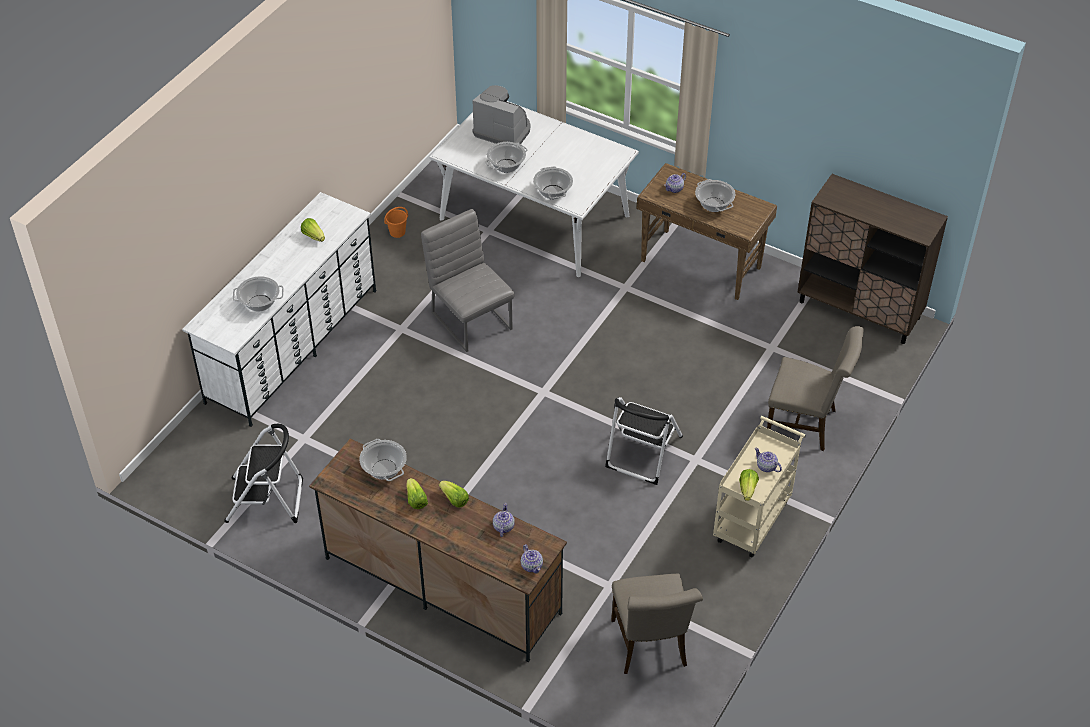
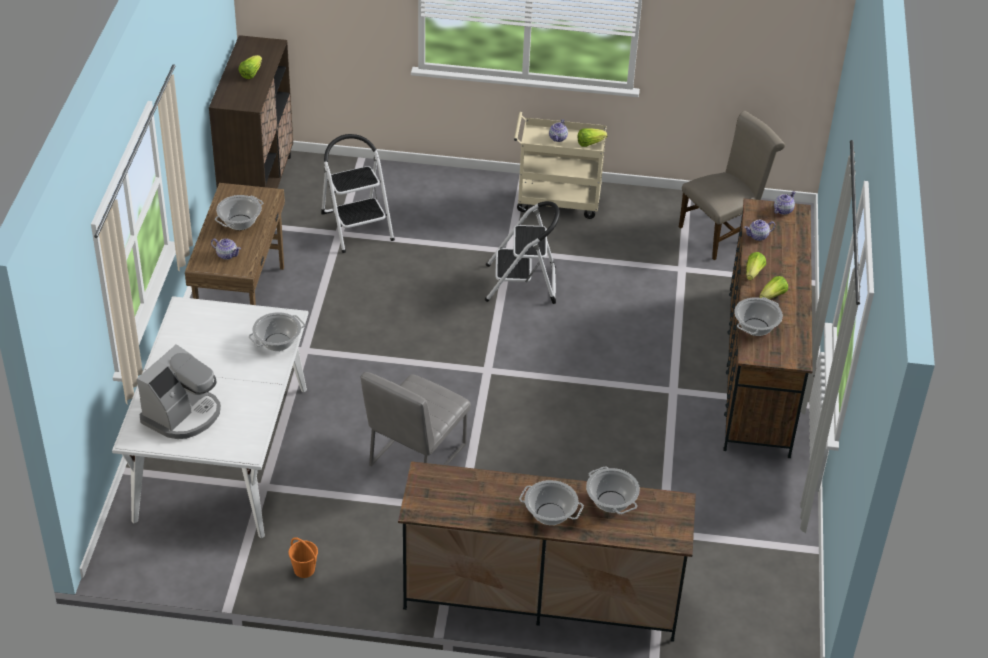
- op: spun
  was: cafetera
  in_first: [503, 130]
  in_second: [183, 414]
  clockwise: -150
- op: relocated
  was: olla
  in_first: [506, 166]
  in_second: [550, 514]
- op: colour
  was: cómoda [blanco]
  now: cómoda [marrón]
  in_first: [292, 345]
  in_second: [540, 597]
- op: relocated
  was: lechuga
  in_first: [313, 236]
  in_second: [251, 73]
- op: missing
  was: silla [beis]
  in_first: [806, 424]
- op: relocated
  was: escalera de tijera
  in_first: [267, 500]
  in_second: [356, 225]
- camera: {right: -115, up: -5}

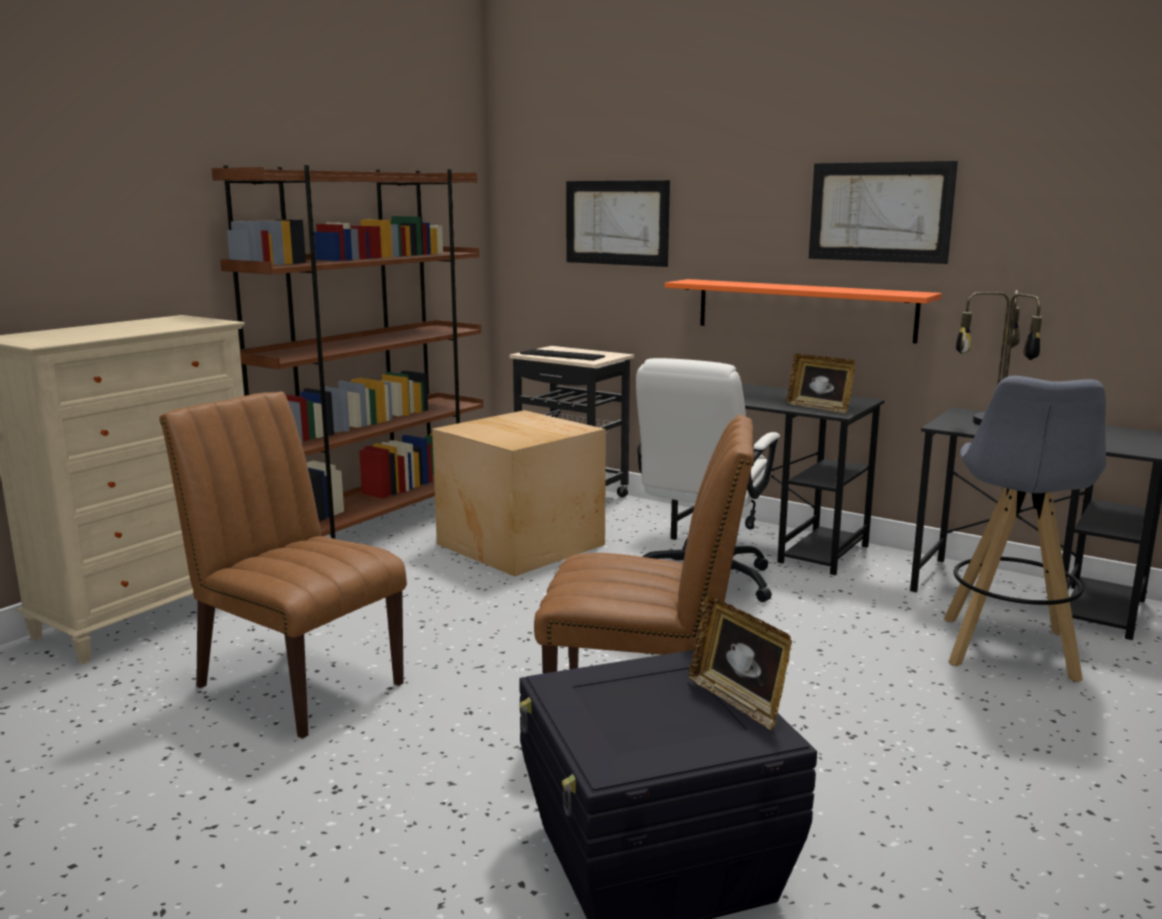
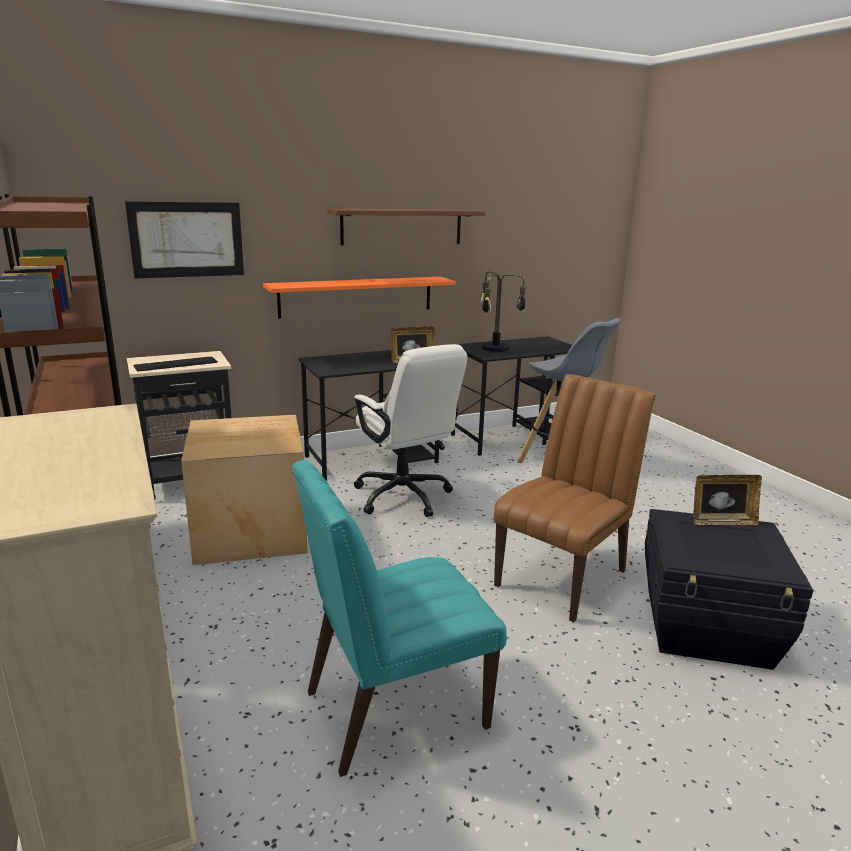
- op: exchanged
  was: cuadro
  now: estante
  in_first: [879, 212]
  in_second: [402, 227]
- op: colour
  was: silla [marrón]
  now: silla [turquesa]
  in_first: [301, 686]
  in_second: [397, 708]
- camera: {right: -60, up: 5}

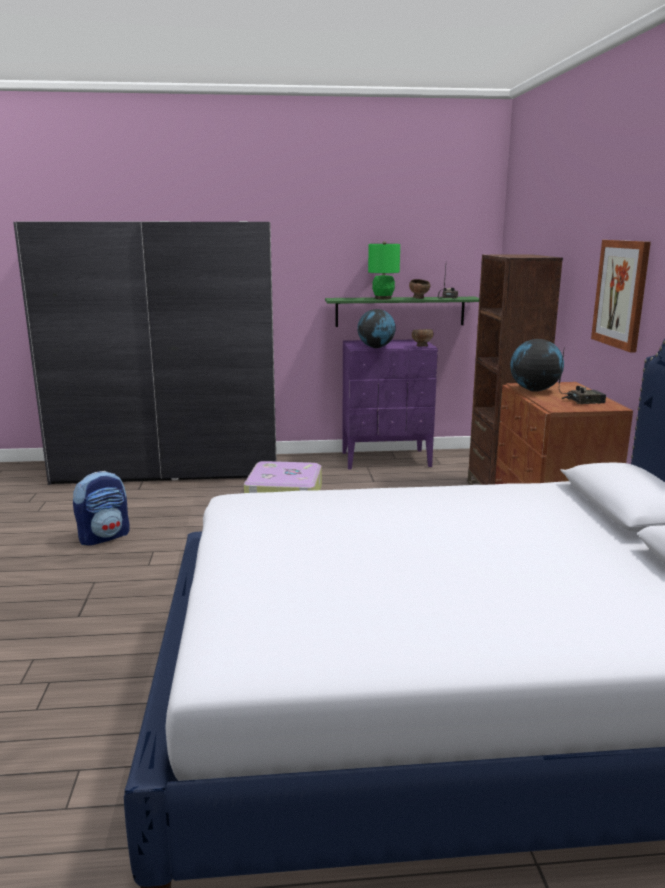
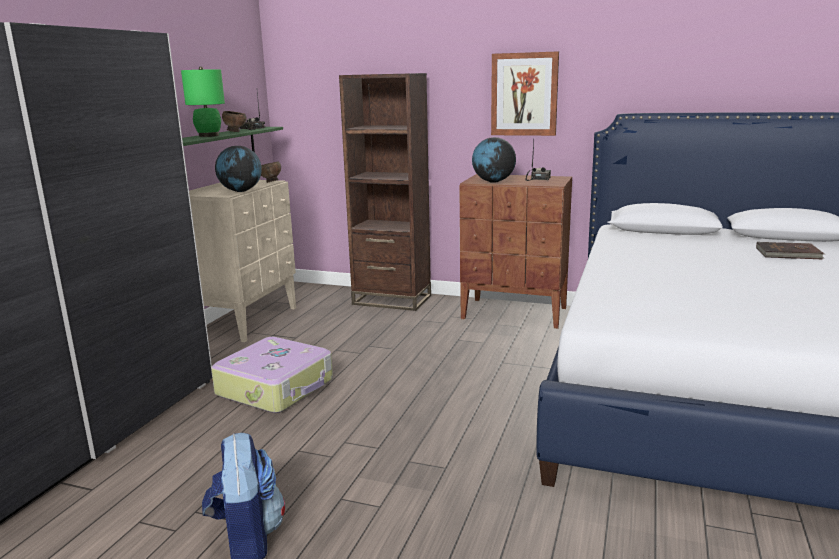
- op: colour
  was: cómoda [morado]
  now: cómoda [beis]
  in_first: [386, 460]
  in_second: [248, 321]
- op: appeared
  now: libro [marrón]
  in_second: [789, 254]
- camera: {right: -65, up: 0}

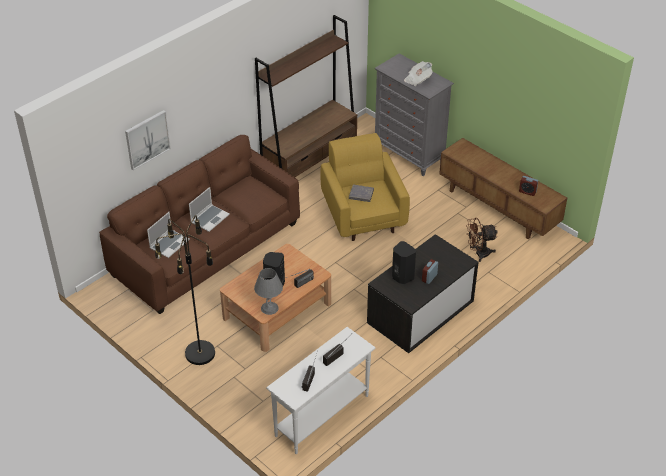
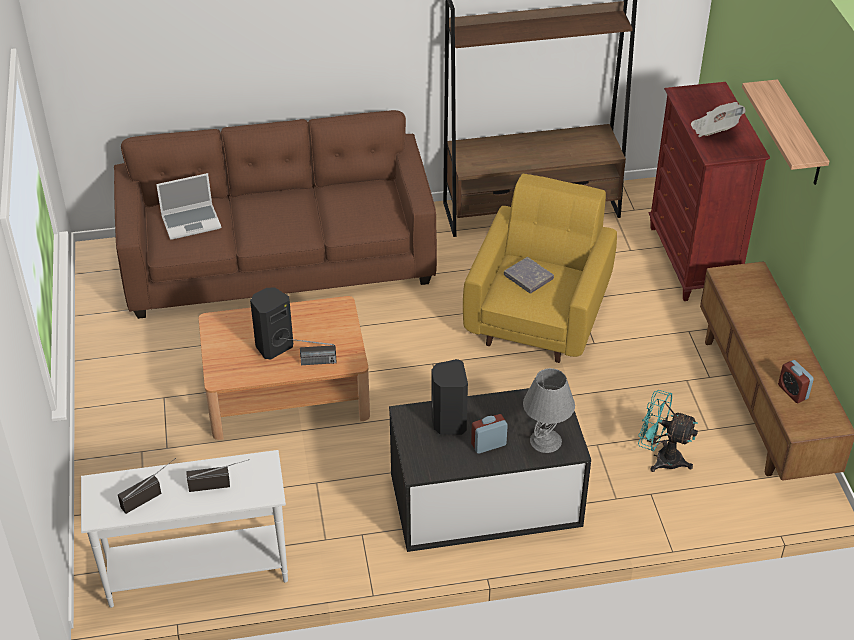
- op: colour
  was: cómoda [gris]
  now: cómoda [rojo]
  in_first: [409, 155]
  in_second: [692, 261]
- op: missing
  was: cuadro
  in_first: [147, 139]
- op: missing
  was: portátil
  in_first: [210, 218]
- op: missing
  was: lámpara de pie
  in_first: [199, 353]
- op: colour
  was: ventilador [marrón]
  now: ventilador [turquesa]
  in_first: [478, 253]
  in_second: [661, 458]
- op: relocated
  was: lámpara de mesa [gris]
  in_first: [269, 308]
  in_second: [545, 440]
- op: appeared
  now: estante
  in_second: [799, 135]
- camera: {right: 35, up: 0}

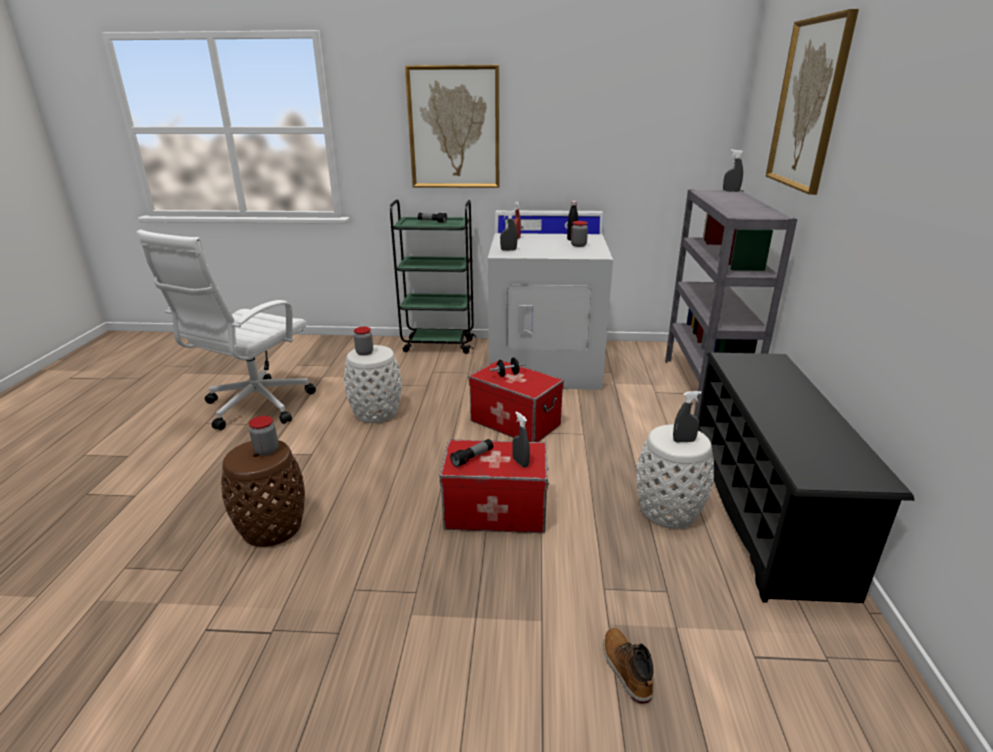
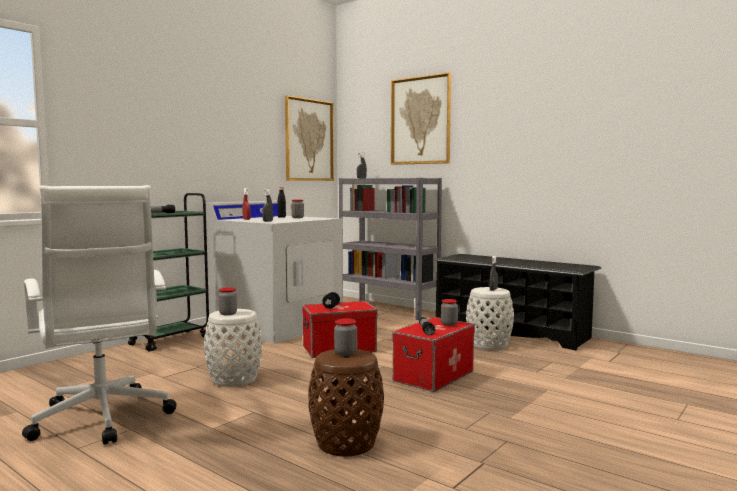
- op: relocated
  was: cuadro
  in_first: [454, 128]
  in_second: [309, 140]
- op: exchanged
  was: pulverizador [gris]
  now: tarro
  in_first: [520, 463]
  in_second: [449, 324]
- op: missing
  was: bota
  in_first: [625, 669]
- camera: {right: -55, up: -20}

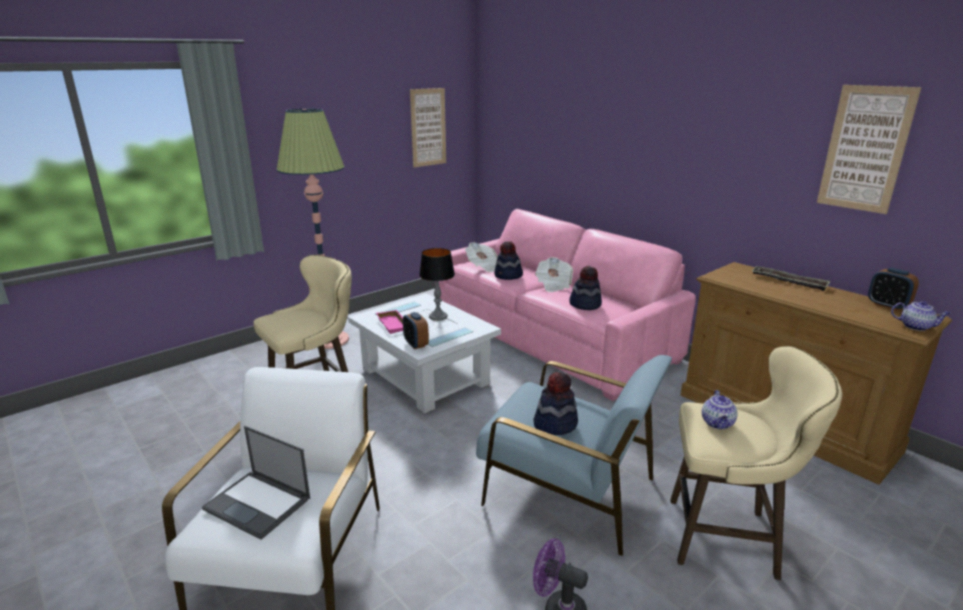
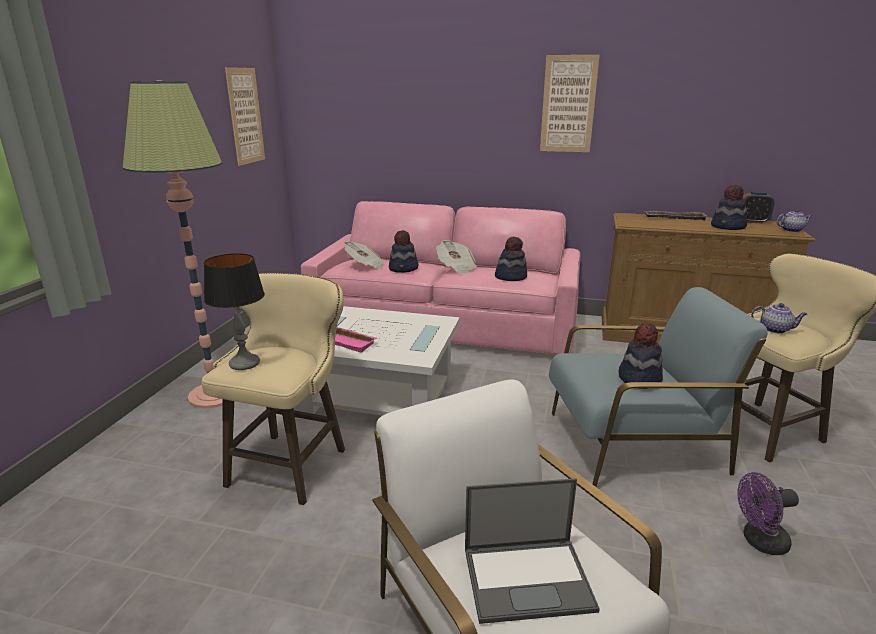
- op: relocated
  was: cuadro
  in_first: [865, 149]
  in_second: [568, 104]
- op: relocated
  was: lámpara de mesa
  in_first: [438, 316]
  in_second: [244, 363]
- op: missing
  was: despertador
  in_first: [416, 344]
- op: spun
  was: tetera
  in_first: [717, 424]
  in_second: [775, 329]
  clockwise: -45
- op: appeared
  now: sombrero
  in_second: [728, 227]
- camera: {right: -35, up: 0}

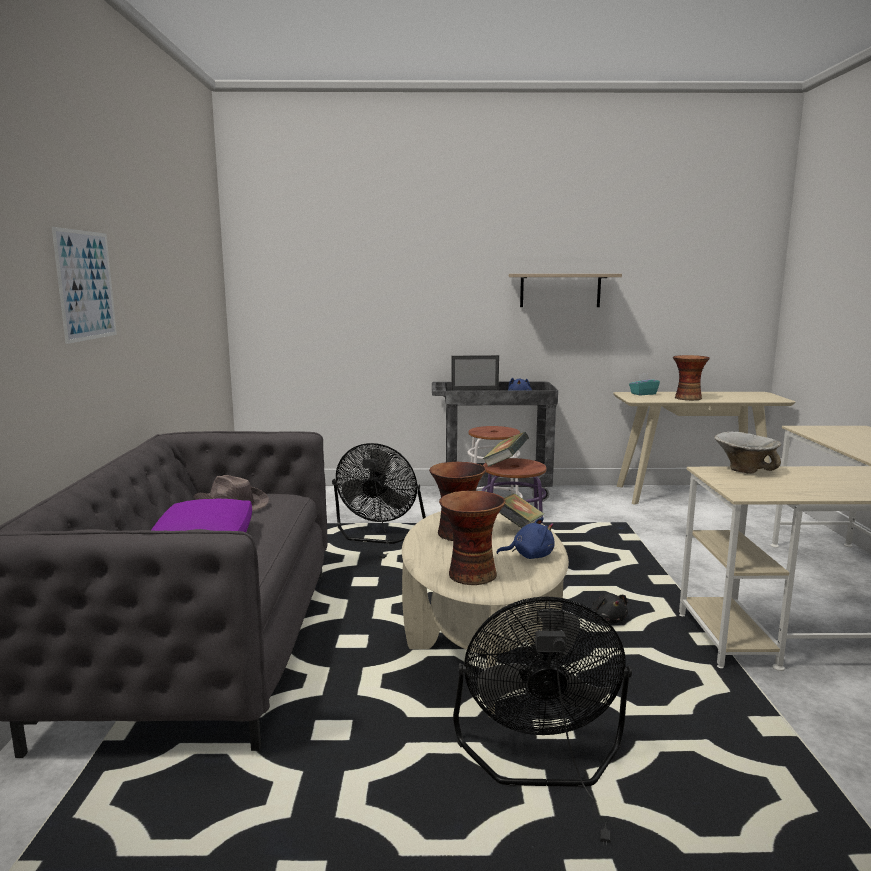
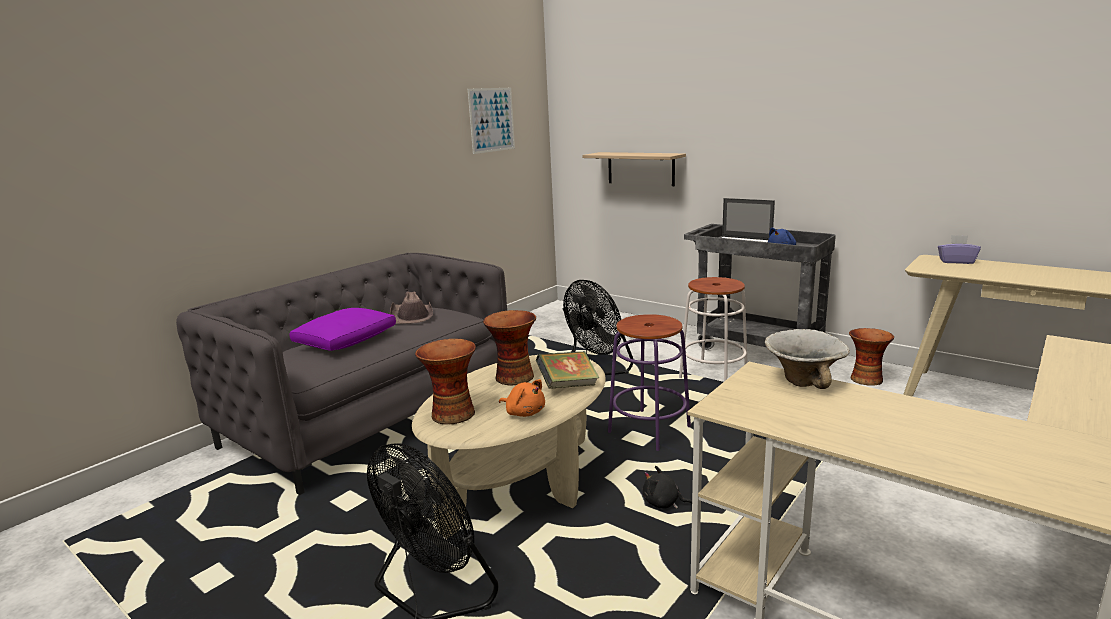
- op: relocated
  was: cuadro
  in_first: [86, 285]
  in_second: [492, 120]
- op: relocated
  was: estante
  in_first: [560, 290]
  in_second: [640, 168]
- op: relocated
  was: florero
  in_first: [687, 398]
  in_second: [866, 379]
- op: colour
  was: caja de pañuelos [turquesa]
  now: caja de pañuelos [morado]
  in_first: [643, 394]
  in_second: [956, 261]
- op: missing
  was: libro
  in_first: [505, 463]
- op: colour
  was: peluche [azul]
  now: peluche [naranja]
  in_first: [529, 556]
  in_second: [524, 412]
- op: spun
  was: peluche [negro]
  in_first: [607, 619]
  in_second: [663, 503]
  clockwise: 90
- camera: {right: 40, up: 5}

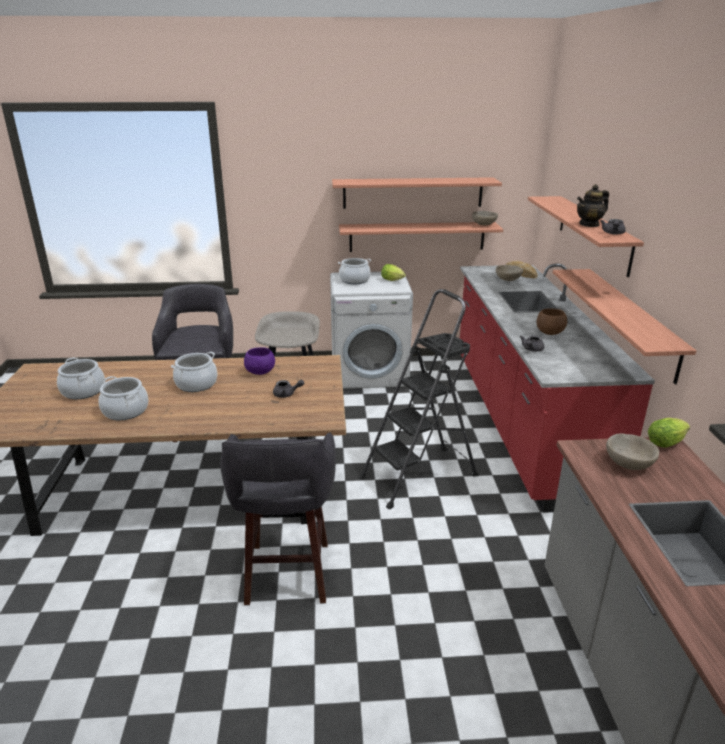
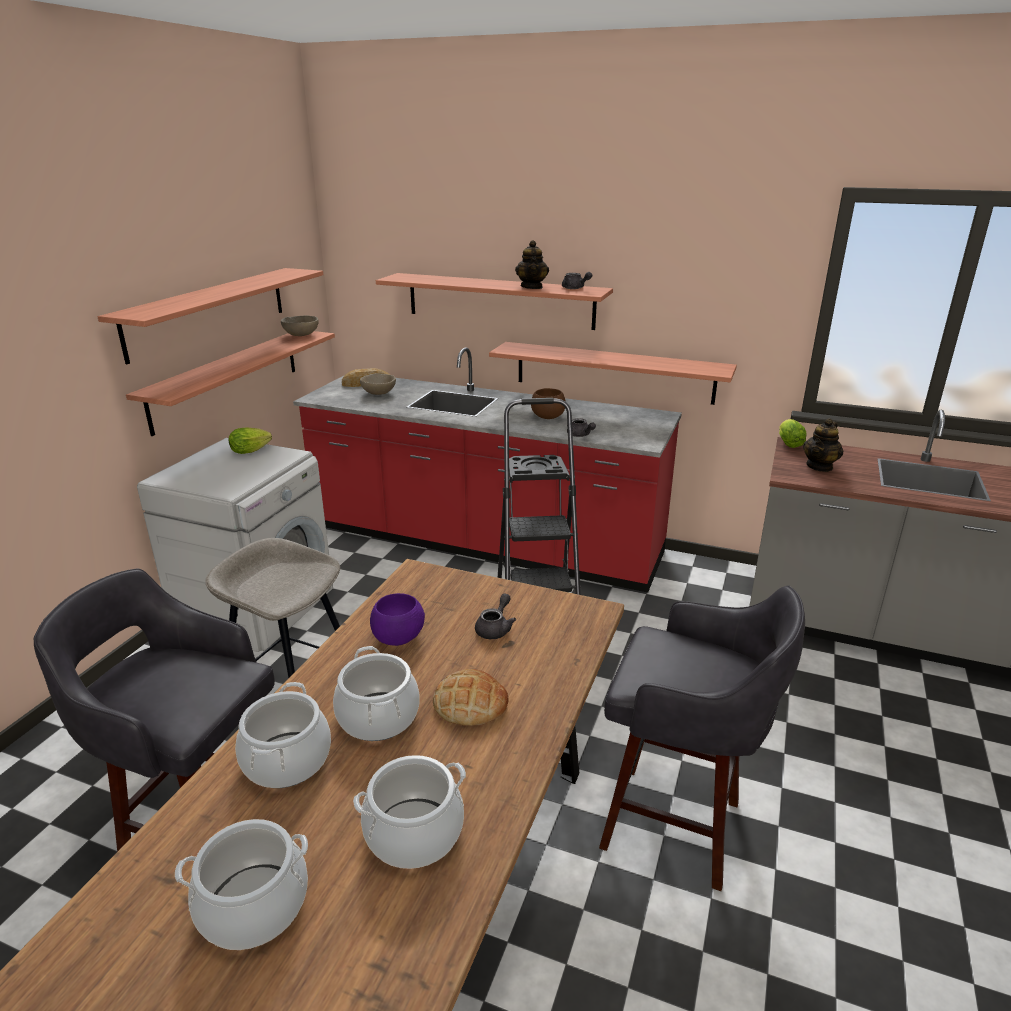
- op: relocated
  was: olla
  in_first: [354, 280]
  in_second: [287, 760]
- op: exchanged
  was: cuenco [beis]
  now: tetera
  in_first: [629, 464]
  in_second: [819, 466]
- op: appeared
  now: pan
  in_second: [470, 703]
- camera: {right: -65, up: 0}

